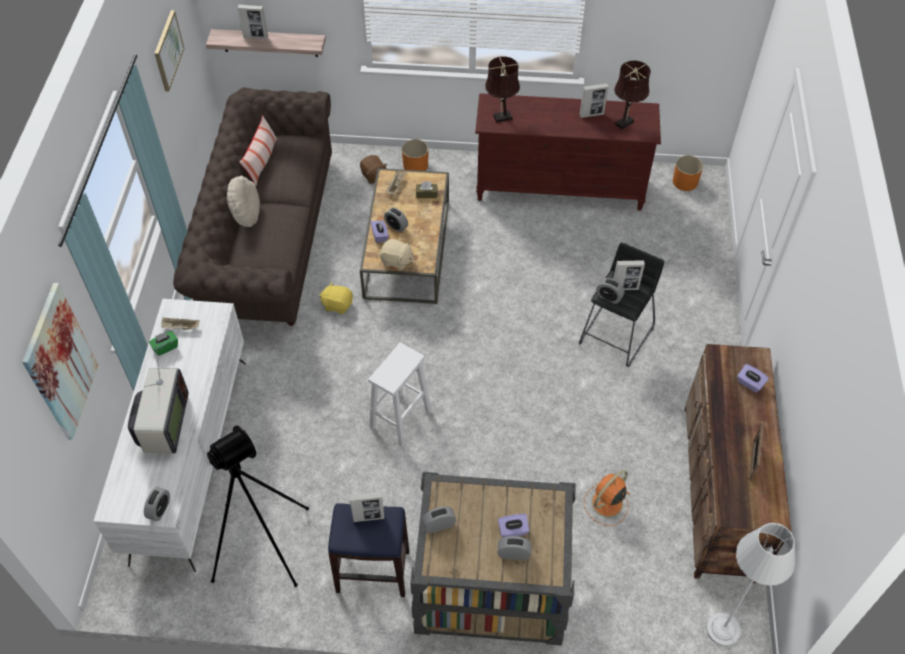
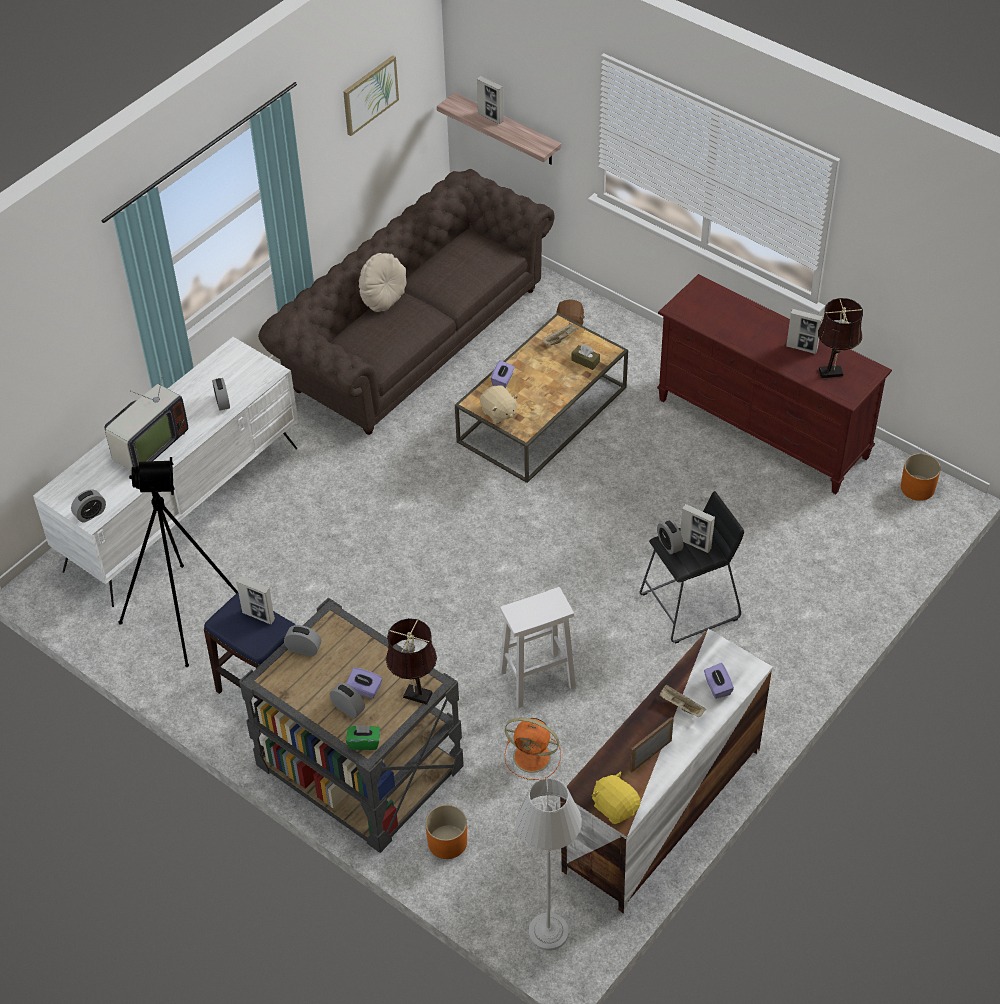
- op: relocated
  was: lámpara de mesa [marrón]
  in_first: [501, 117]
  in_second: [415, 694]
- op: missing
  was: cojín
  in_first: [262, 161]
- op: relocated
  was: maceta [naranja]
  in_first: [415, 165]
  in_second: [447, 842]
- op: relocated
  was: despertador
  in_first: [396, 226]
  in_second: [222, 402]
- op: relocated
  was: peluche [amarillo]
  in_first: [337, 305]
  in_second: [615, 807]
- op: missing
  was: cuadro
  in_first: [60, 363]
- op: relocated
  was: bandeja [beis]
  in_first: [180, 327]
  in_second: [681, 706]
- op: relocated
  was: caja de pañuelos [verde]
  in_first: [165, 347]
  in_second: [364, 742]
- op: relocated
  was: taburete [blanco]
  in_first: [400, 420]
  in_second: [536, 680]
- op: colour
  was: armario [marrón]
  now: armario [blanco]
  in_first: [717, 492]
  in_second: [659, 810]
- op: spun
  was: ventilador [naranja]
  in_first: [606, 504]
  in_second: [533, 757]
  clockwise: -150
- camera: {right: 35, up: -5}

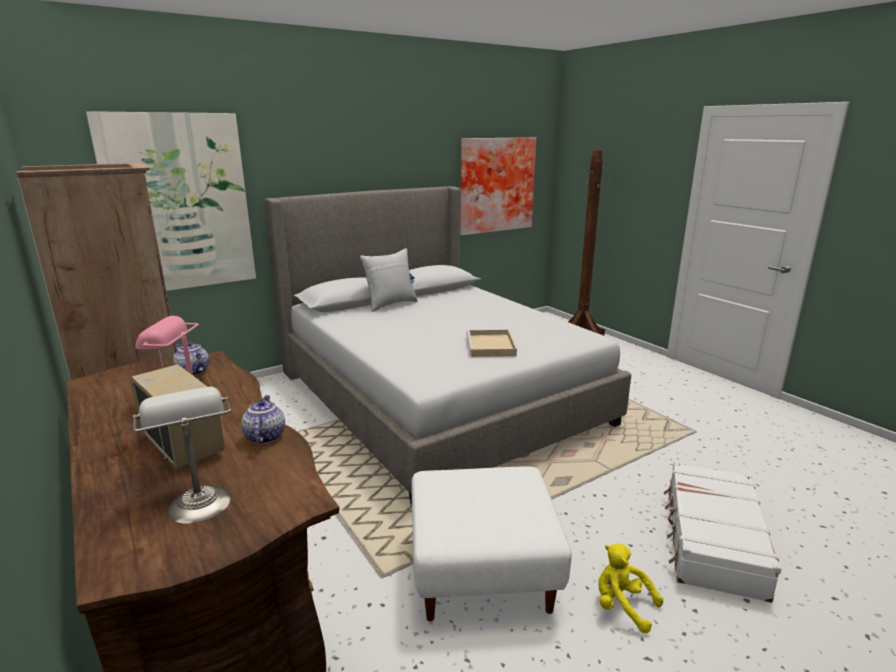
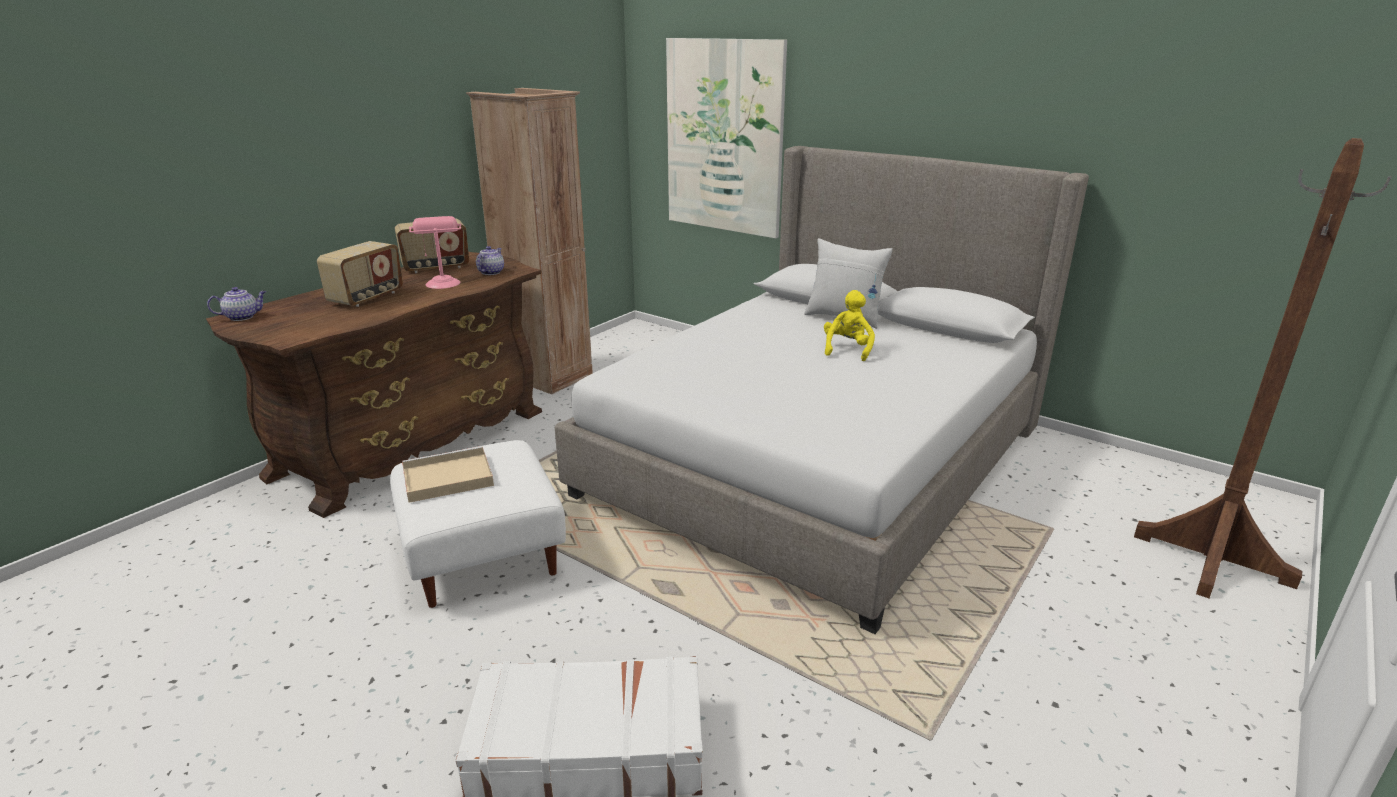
- op: missing
  was: cuadro
  in_first: [495, 185]
- op: relocated
  was: bandeja [beis]
  in_first: [491, 346]
  in_second: [446, 478]
- op: missing
  was: lámpara de mesa [blanco]
  in_first: [196, 497]
- op: relocated
  was: tetera
  in_first: [264, 436]
  in_second: [243, 317]
- op: relocated
  was: peluche [amarillo]
  in_first: [622, 606]
  in_second: [847, 349]
- op: appeared
  now: radio
  in_second: [436, 267]
- camera: {right: 70, up: 5}

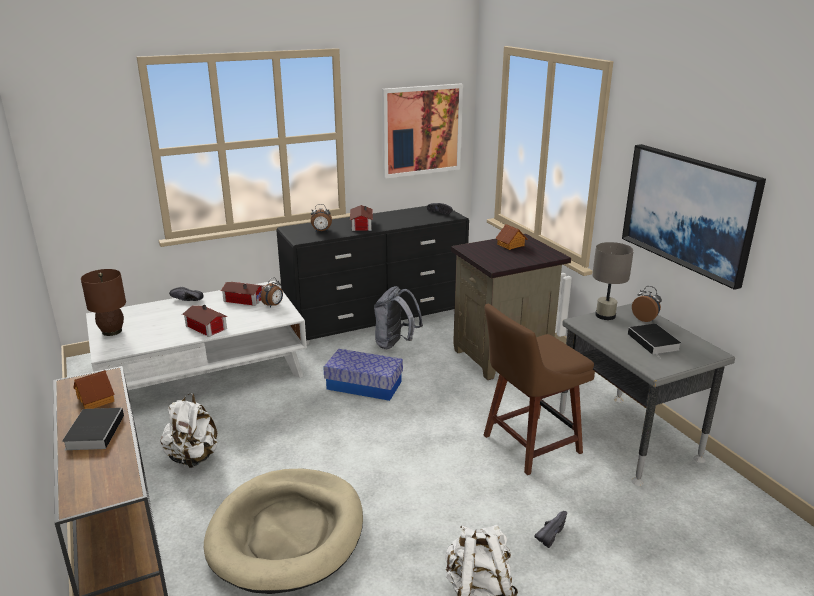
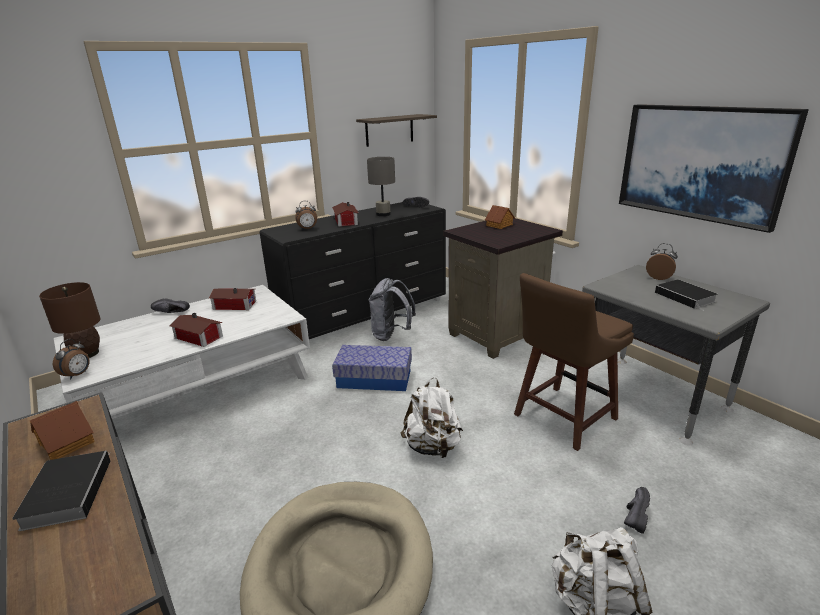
- op: exchanged
  was: cuadro
  now: estante
  in_first: [422, 130]
  in_second: [389, 130]
- op: relocated
  was: lámpara de mesa [gris]
  in_first: [606, 315]
  in_second: [383, 214]
- op: relocated
  was: despertador
  in_first: [273, 305]
  in_second: [77, 375]
- op: relocated
  was: mochila [blanco]
  in_first: [193, 458]
  in_second: [432, 447]
- camera: {right: -10, up: 0}

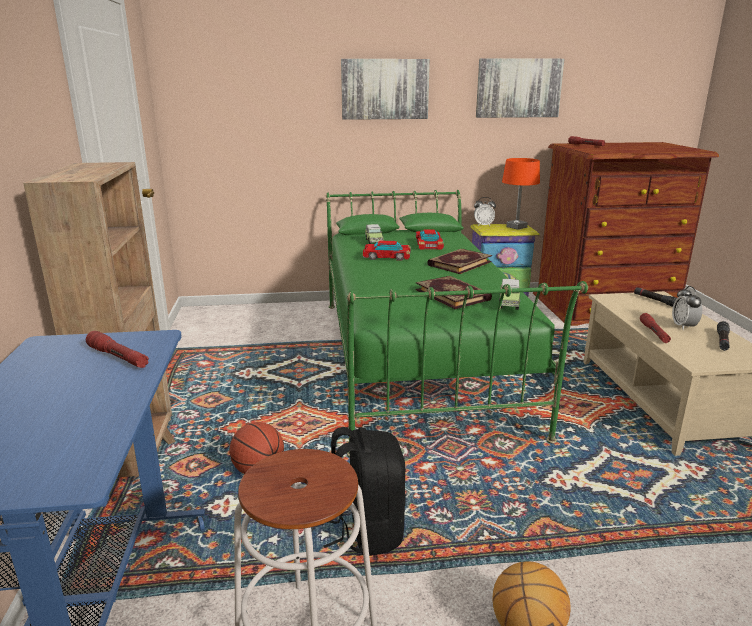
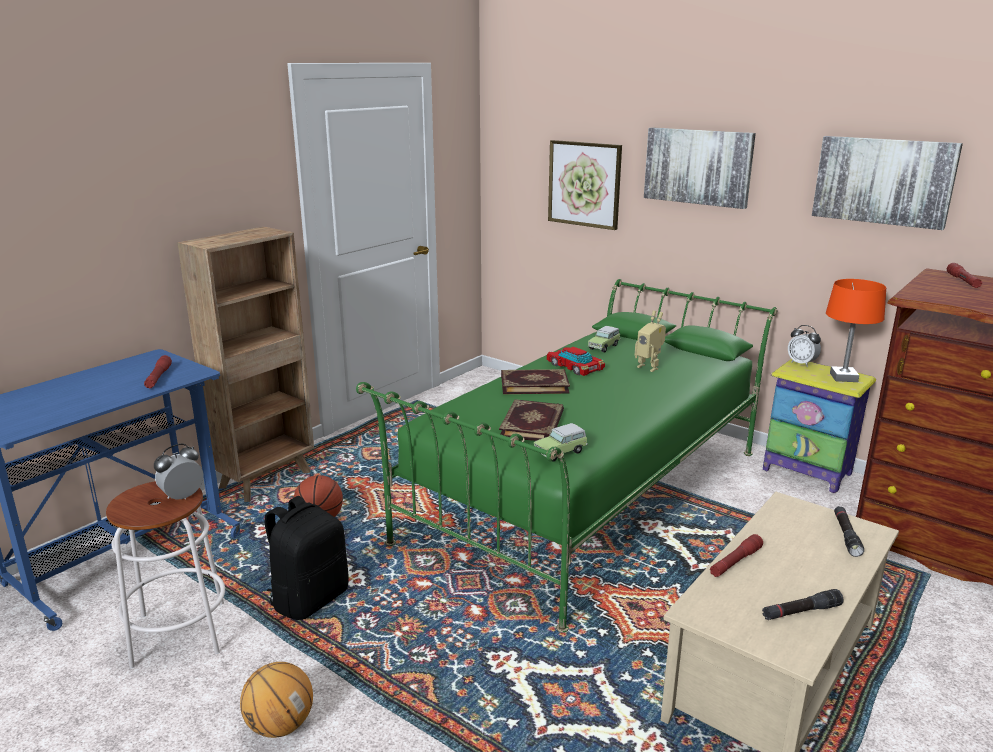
- op: exchanged
  was: coche de juguete
  now: robot de juguete
  in_first: [429, 245]
  in_second: [649, 367]
- op: relocated
  was: libro
  in_first: [459, 263]
  in_second: [534, 384]
- op: relocated
  was: despertador
  in_first: [683, 326]
  in_second: [183, 497]
- op: appeared
  now: cuadro
  in_second: [584, 184]
- camera: {right: 45, up: 0}

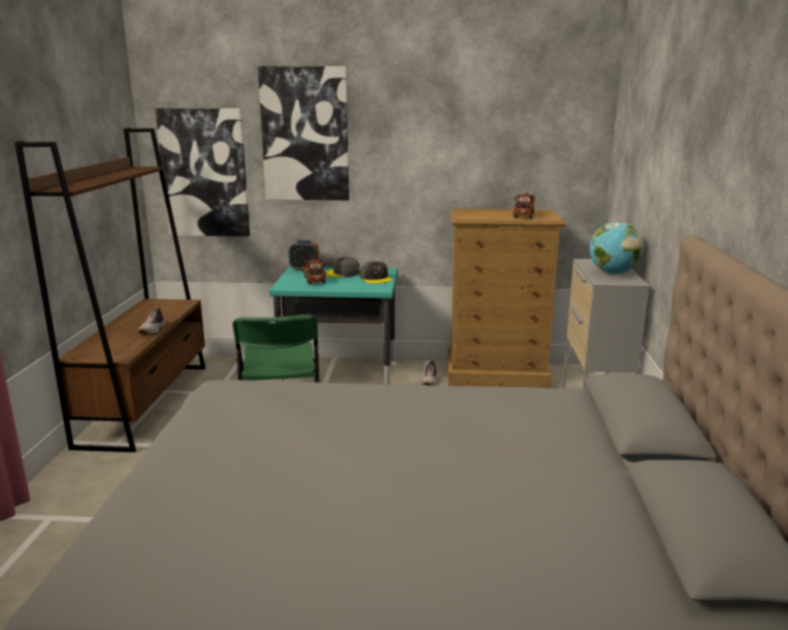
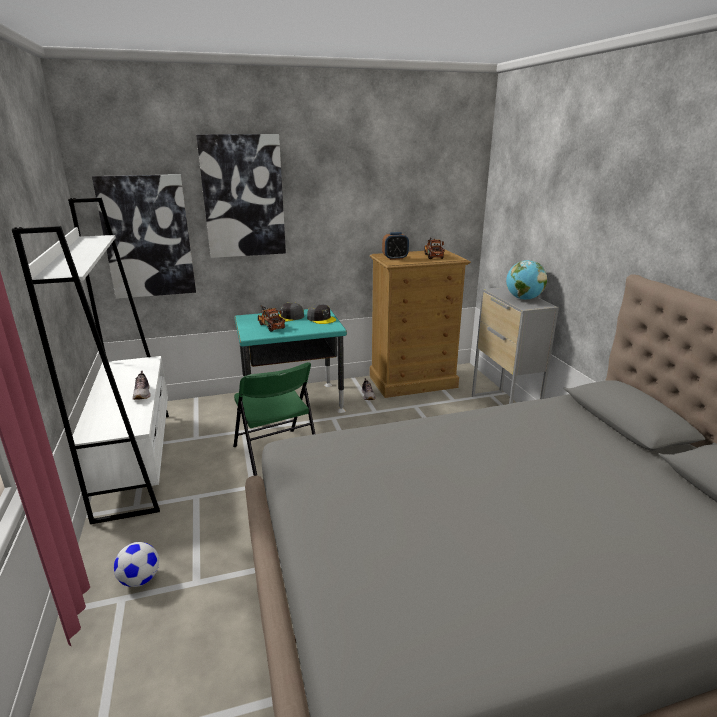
- op: colour
  was: estantería [marrón]
  now: estantería [blanco]
  in_first: [146, 403]
  in_second: [136, 460]
- op: relocated
  was: despertador
  in_first: [304, 269]
  in_second: [395, 258]
- op: appeared
  now: balón de fútbol
  in_second: [140, 579]
- camera: {right: -20, up: 5}

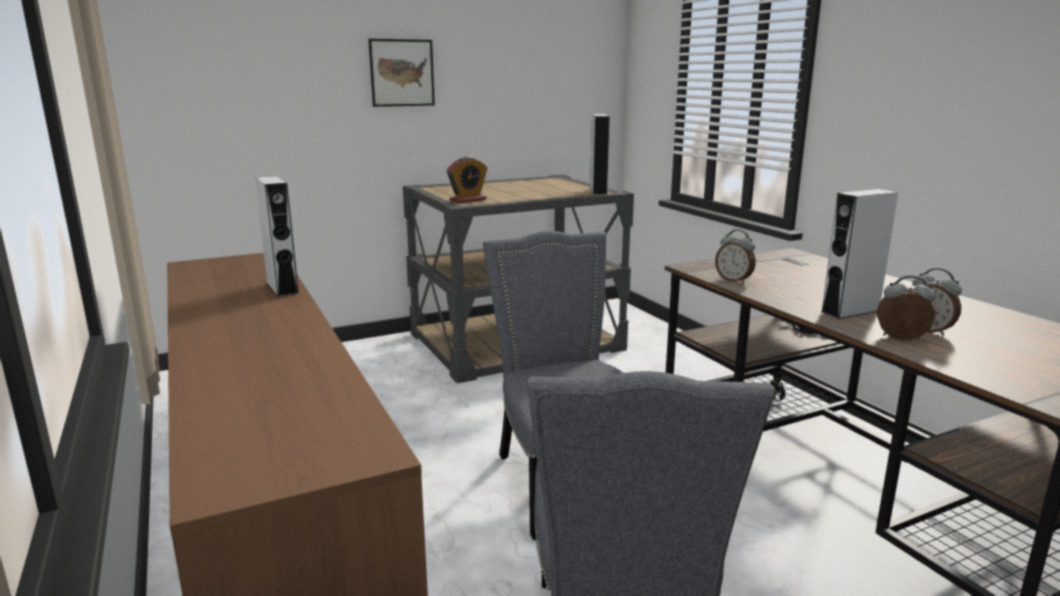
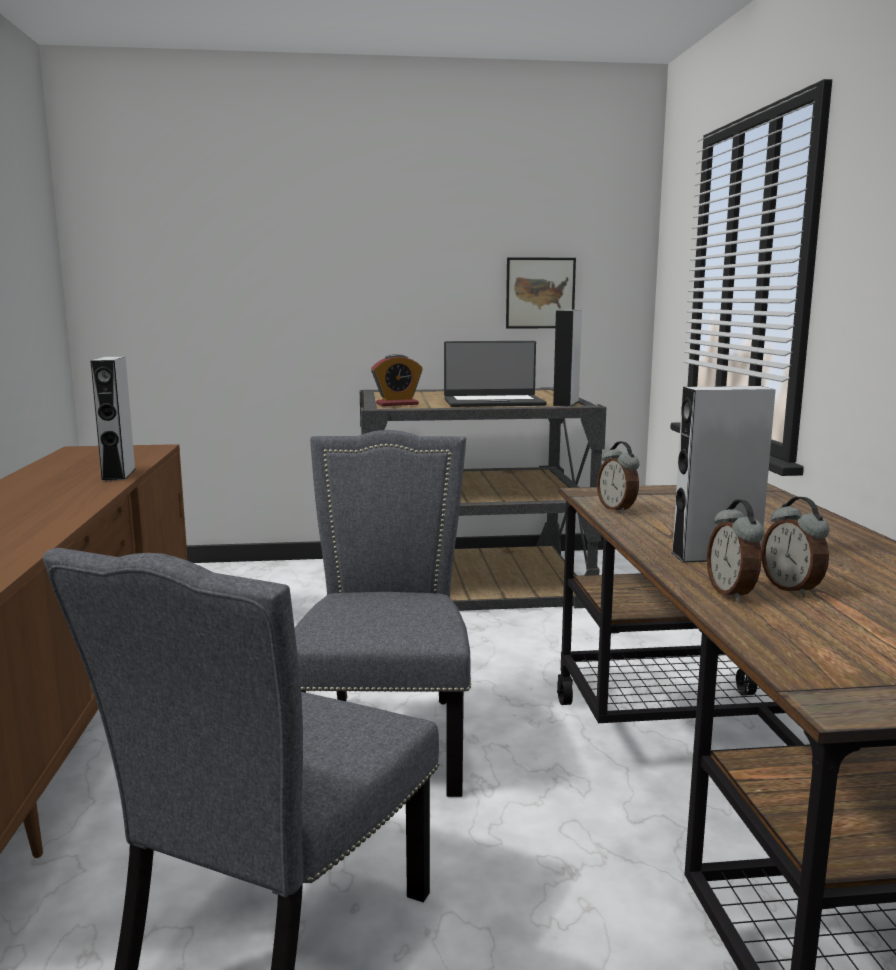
- op: relocated
  was: cuadro
  in_first: [402, 73]
  in_second: [540, 293]
- op: spun
  was: despertador
  in_first: [901, 338]
  in_second: [732, 593]
  clockwise: -135
- op: appeared
  now: portátil
  in_second: [493, 402]
- camera: {right: 20, up: -5}

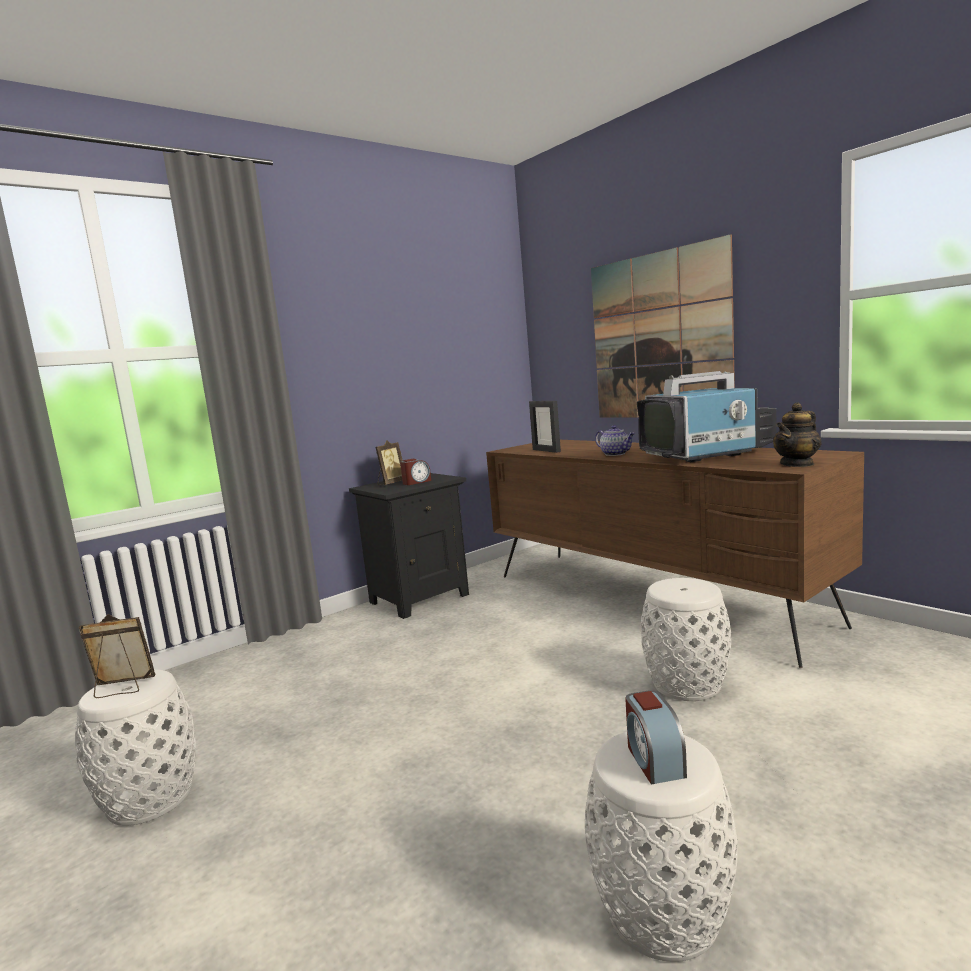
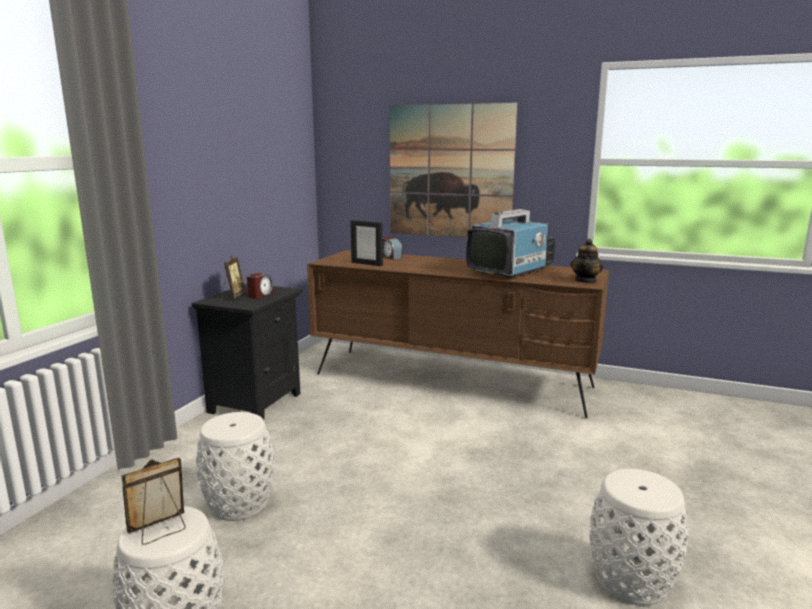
- op: missing
  was: tetera
  in_first: [616, 454]
- op: relocated
  was: taburete [blanco]
  in_first: [686, 685]
  in_second: [239, 504]
- op: relocated
  was: despertador
  in_first: [654, 760]
  in_second: [391, 257]
- camera: {right: -30, up: 5}

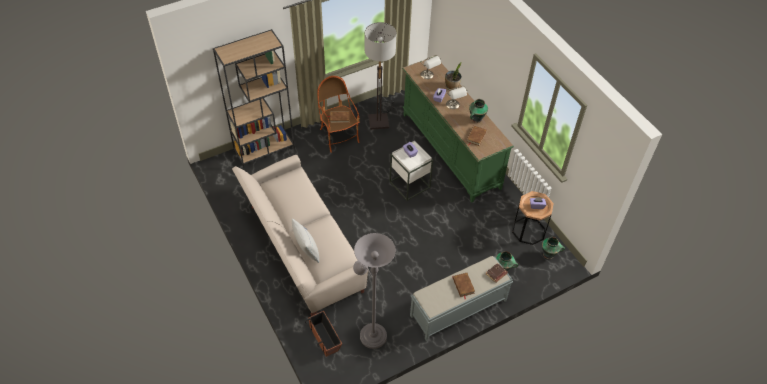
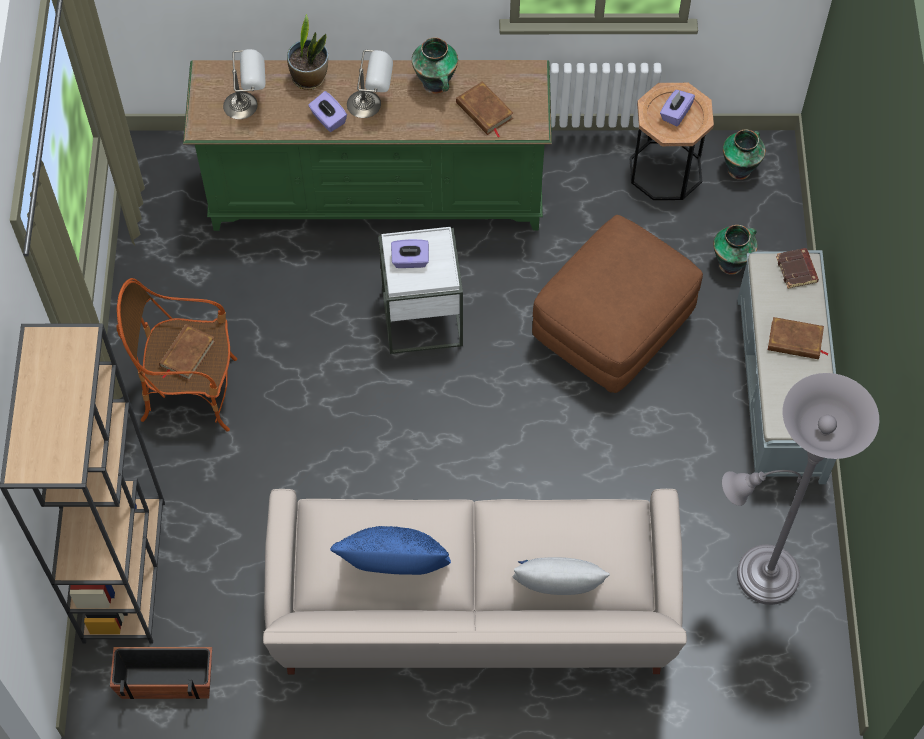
- op: missing
  was: lámpara de pie
  in_first: [380, 117]
- op: relocated
  was: maceta
  in_first: [324, 338]
  in_second: [166, 680]
- op: appeared
  now: puf [marrón]
  in_second: [612, 330]
- op: appeared
  now: cojín [azul]
  in_second: [394, 572]
- camera: {right: -60, up: 10}

